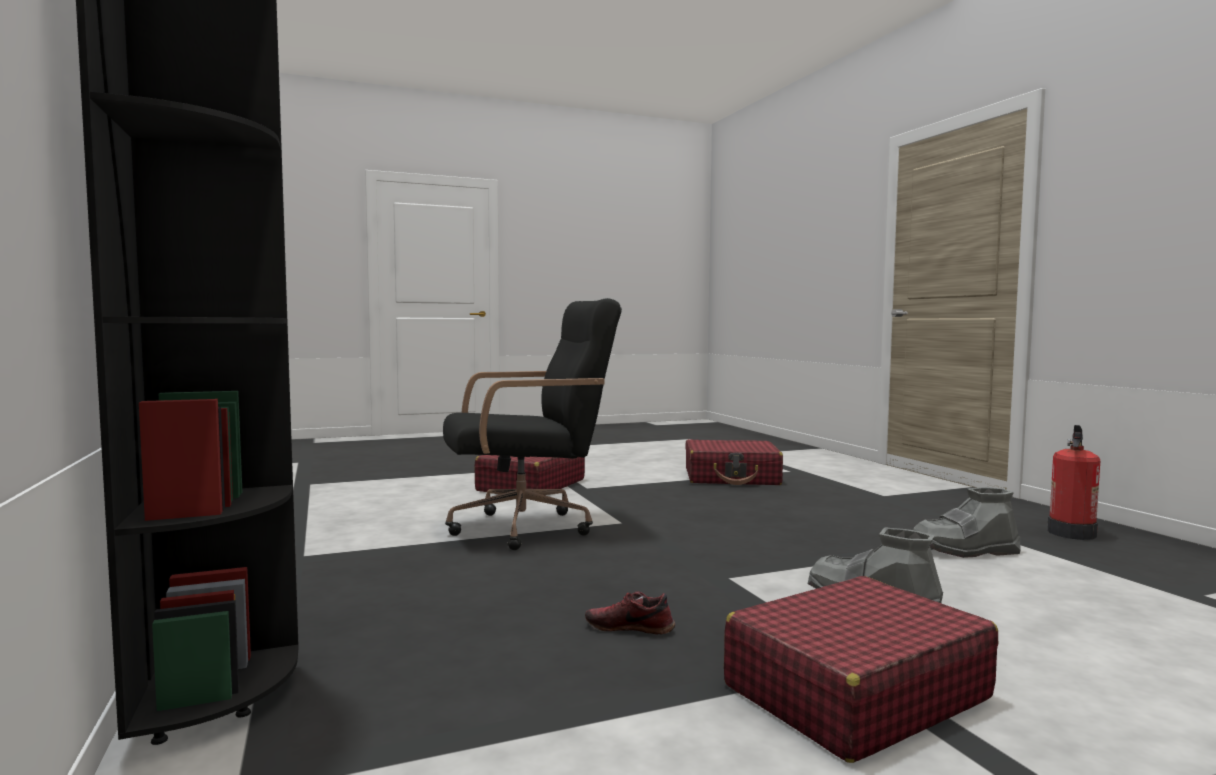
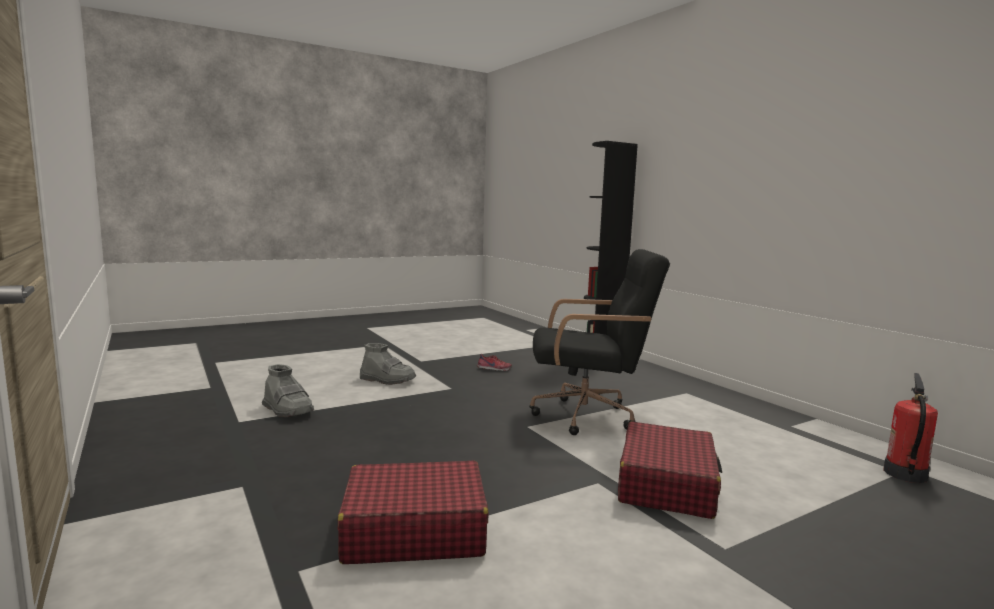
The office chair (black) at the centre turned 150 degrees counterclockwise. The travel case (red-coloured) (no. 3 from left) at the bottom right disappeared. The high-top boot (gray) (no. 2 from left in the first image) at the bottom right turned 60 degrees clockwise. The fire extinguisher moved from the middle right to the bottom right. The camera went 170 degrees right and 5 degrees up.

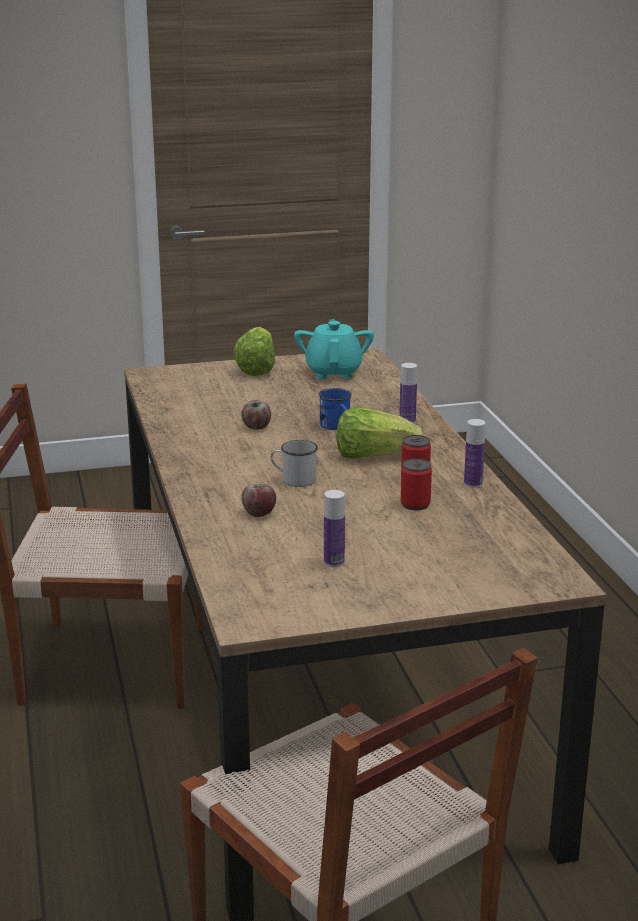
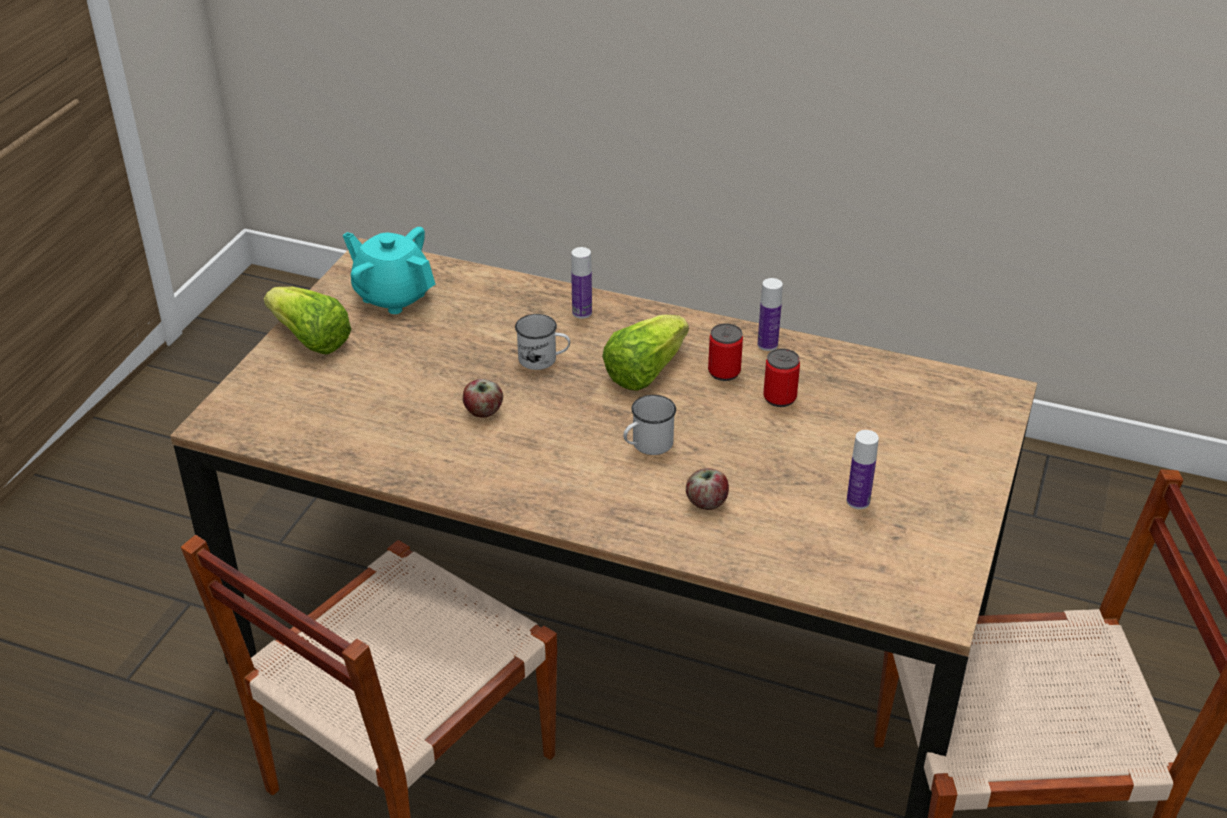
The coffee mug (blue-coloured) at the centre became the coffee mug (whitish) (no. 1 from left) at the centre. The camera went 55 degrees left and 15 degrees up.

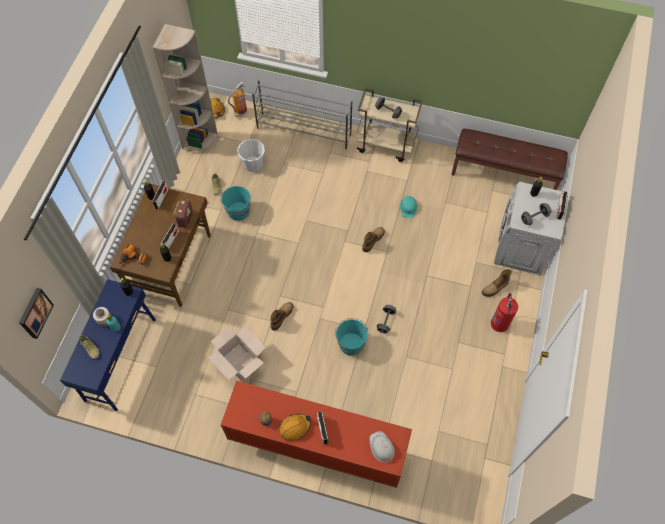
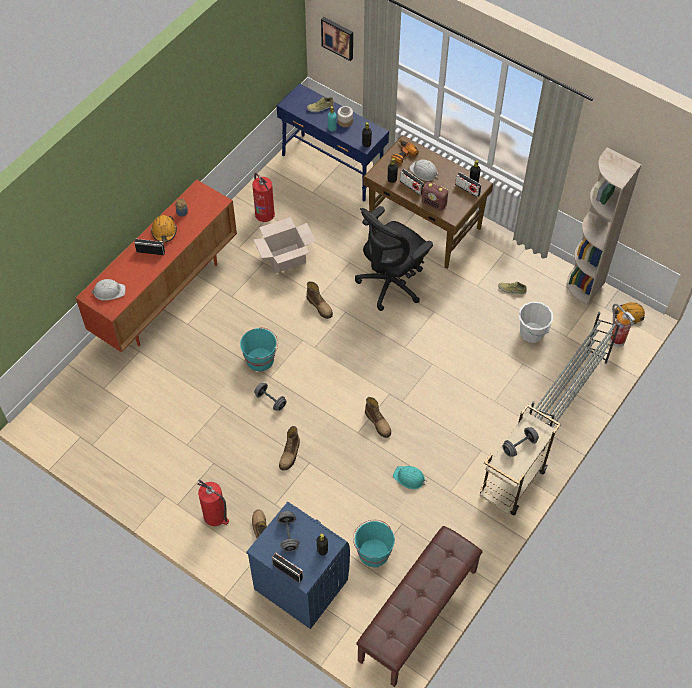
The bucket (blue-green) (no. 1 from left in the first image) moved from the centre to the bottom centre. The washing machine (whitish) at the middle right became the washing machine (blue-coloured) at the bottom centre. The fire extinguisher (no. 2 from left) at the top centre appeared. The high-top boot (no. 2 from left) at the centre appeared. The office chair (black) at the centre appeared. The safety helmet (whitish) (no. 2 from left) at the top centre appeared. The camera went 110 degrees right and 5 degrees down.

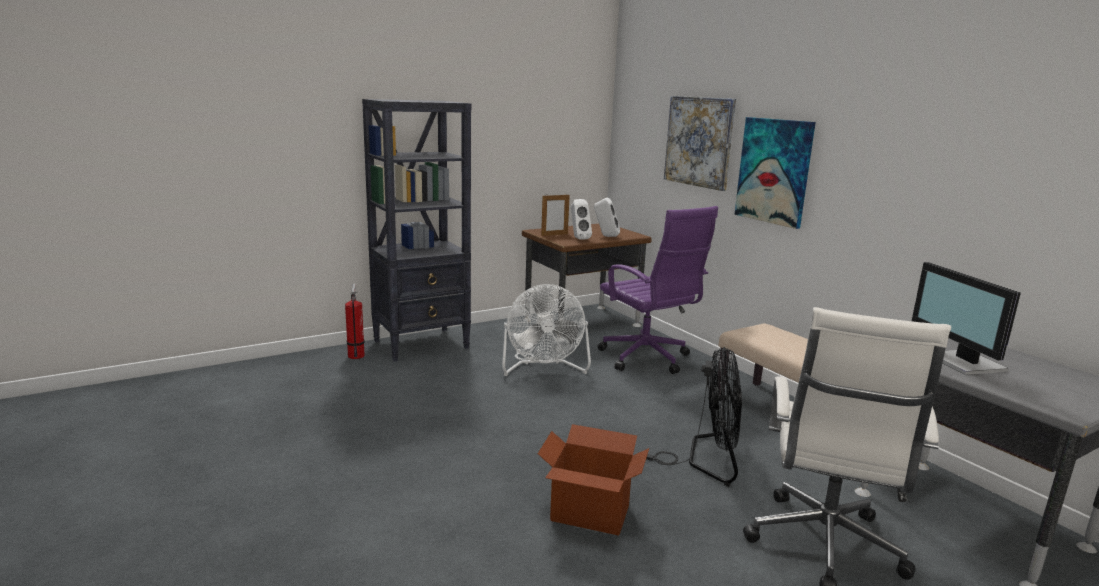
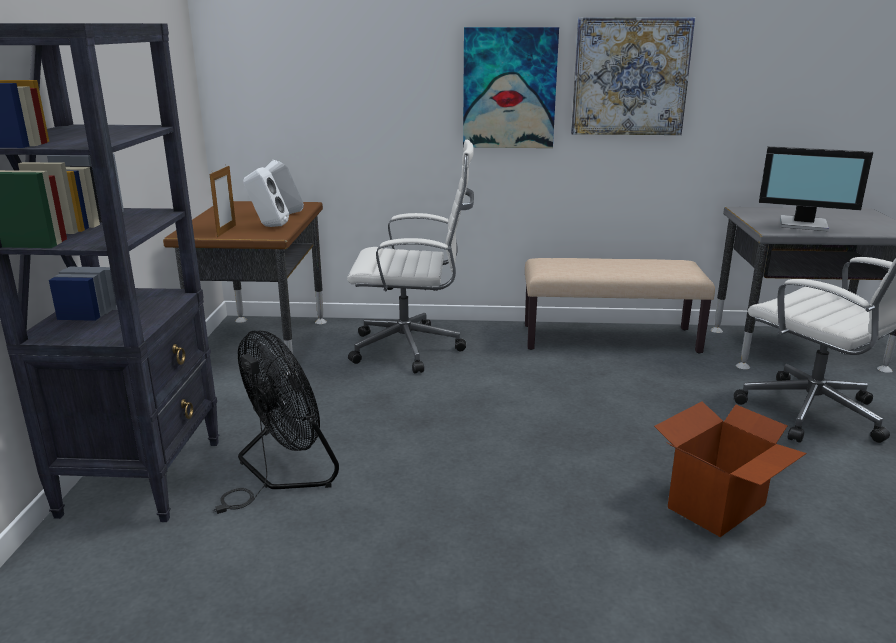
The fire extinguisher at the middle left disappeared. The cooling fan (whitish) at the centre disappeared. The office chair (purplish) at the centre became the office chair (whitish) (no. 1 from left) at the centre. The cooling fan (black) moved from the bottom centre to the middle left. The wall art (no. 1 from left in the first image) moved from the top centre to the top right. The camera went 55 degrees left and 5 degrees up.

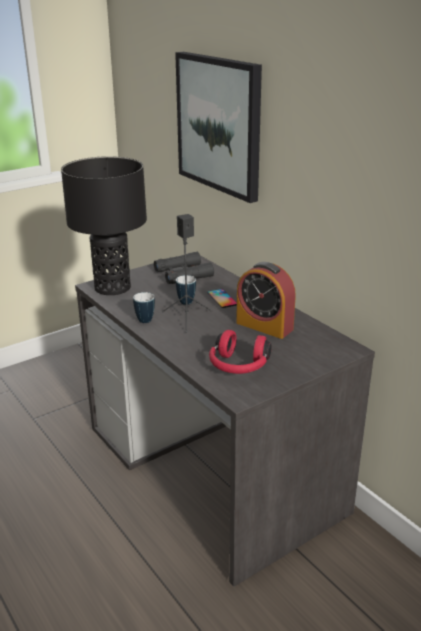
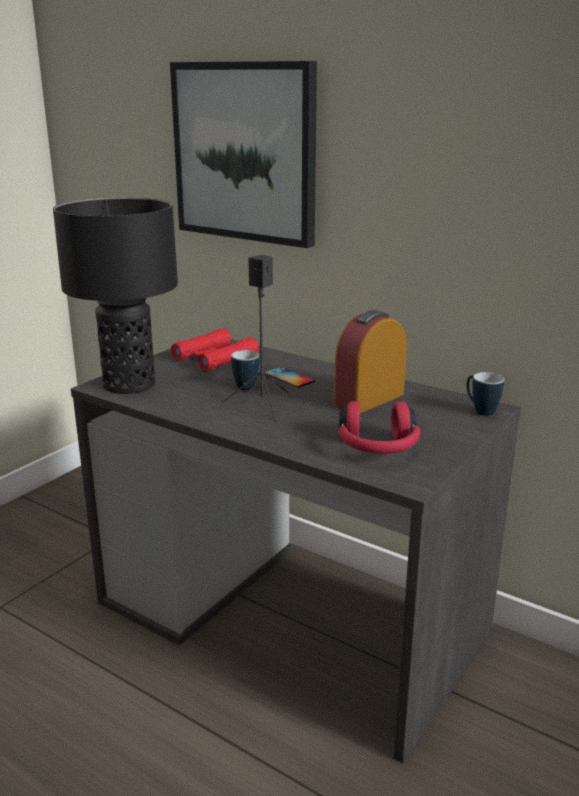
The coffee mug (no. 1 from left in the first image) moved from the centre to the middle right. The binoculars (black) at the centre became the binoculars (red-coloured) at the centre. The bedside clock at the centre turned 120 degrees clockwise. The camera went 20 degrees left and 5 degrees down.

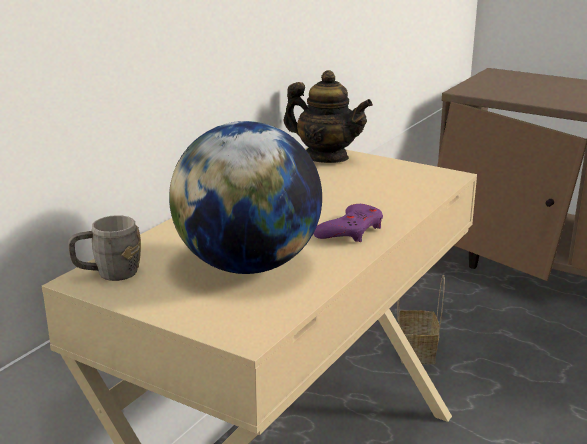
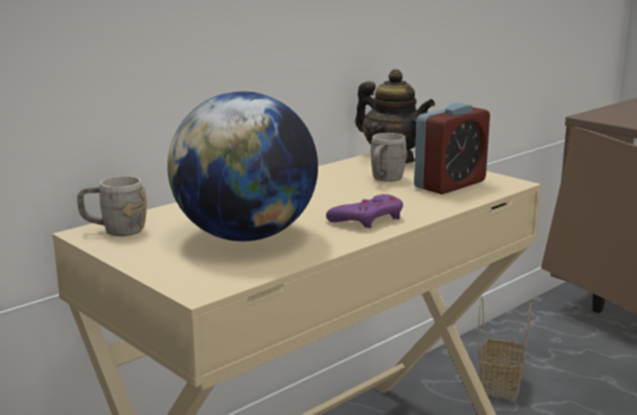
The coffee mug (gray) (no. 2 from left) at the centre appeared. The bedside clock at the middle right appeared. The camera went 15 degrees right and 5 degrees down.

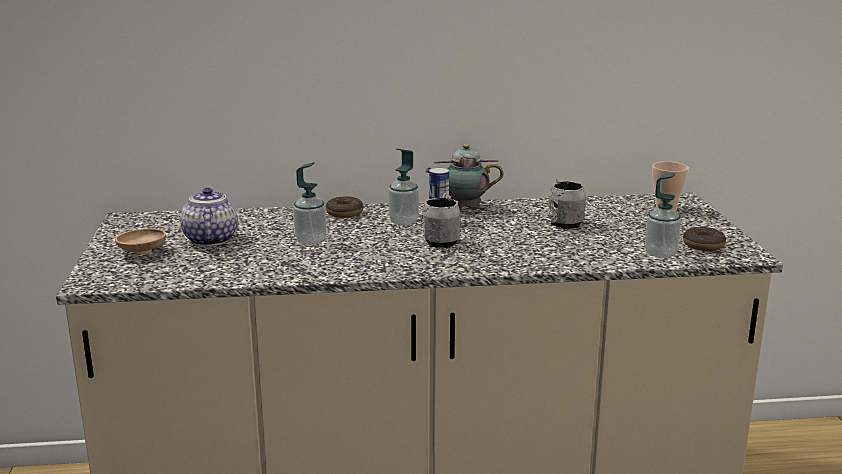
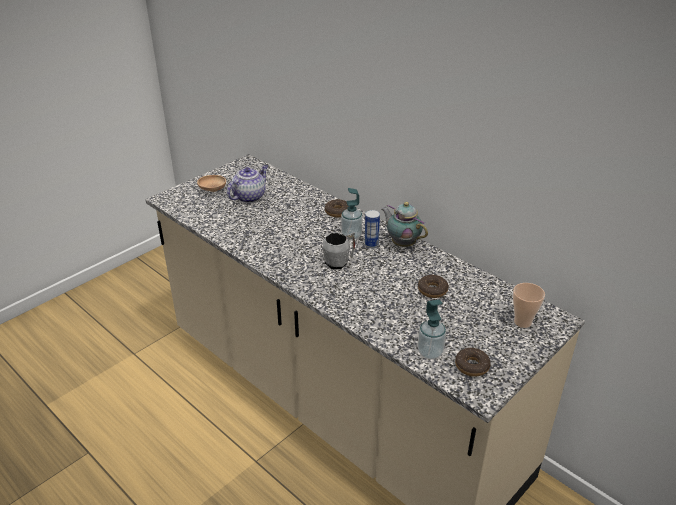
The soap bottle (no. 1 from left) at the centre disappeared. The coffee mug (gray) (no. 2 from left) at the middle right was replaced by the ring doughnut (no. 2 from left) at the centre. The camera went 50 degrees right and 15 degrees up.

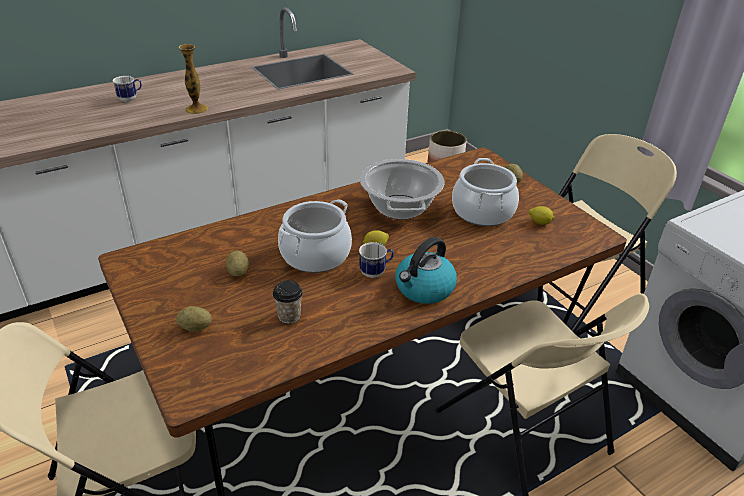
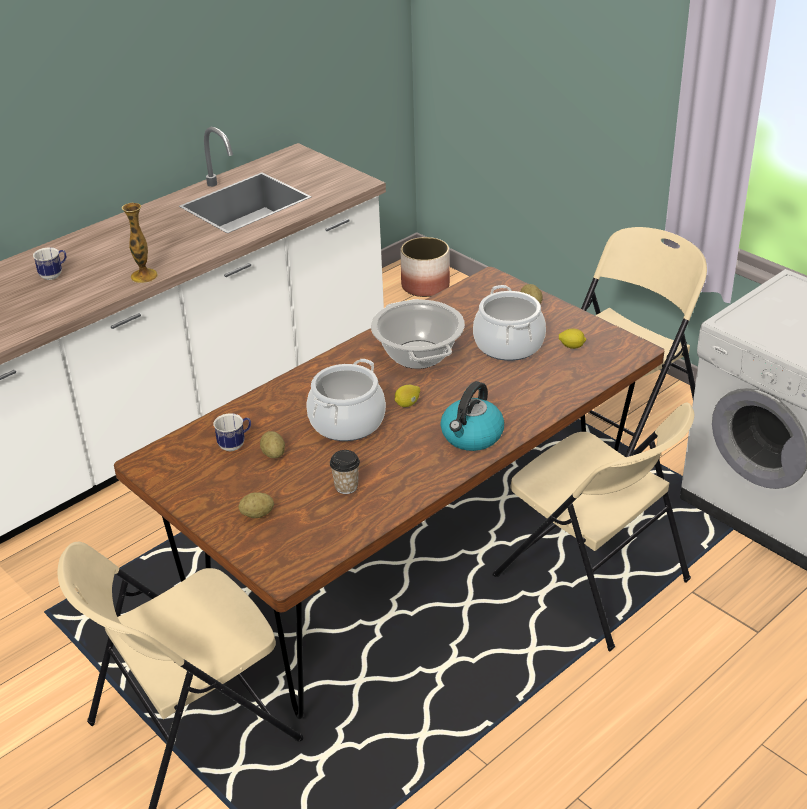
The coffee mug (no. 2 from left) moved from the centre to the middle left. The camera went 10 degrees left and 0 degrees up.

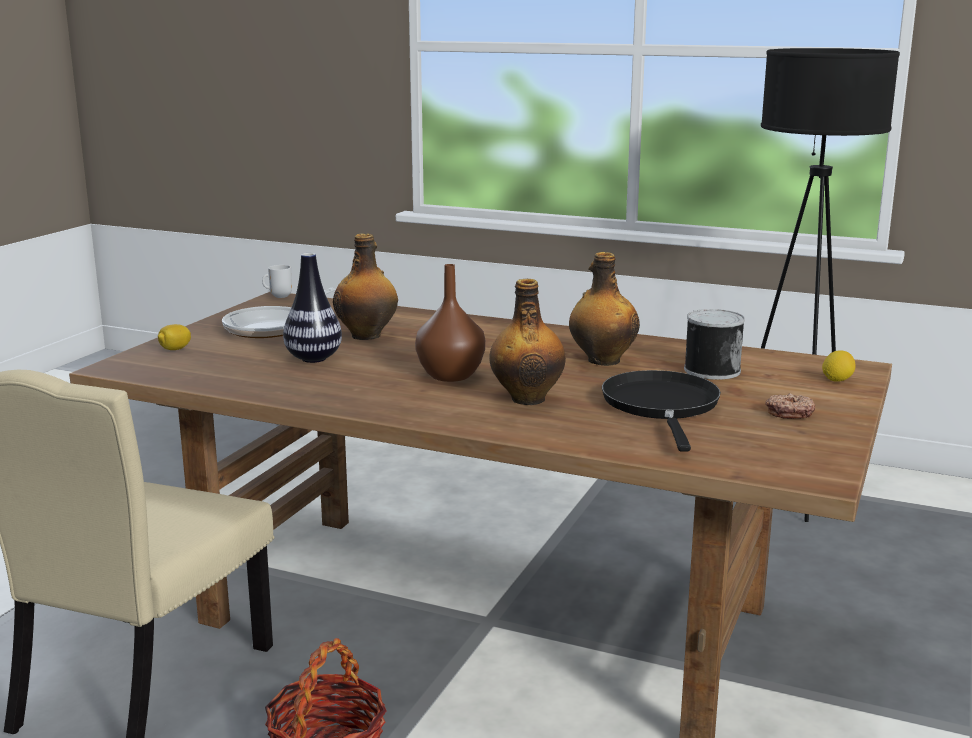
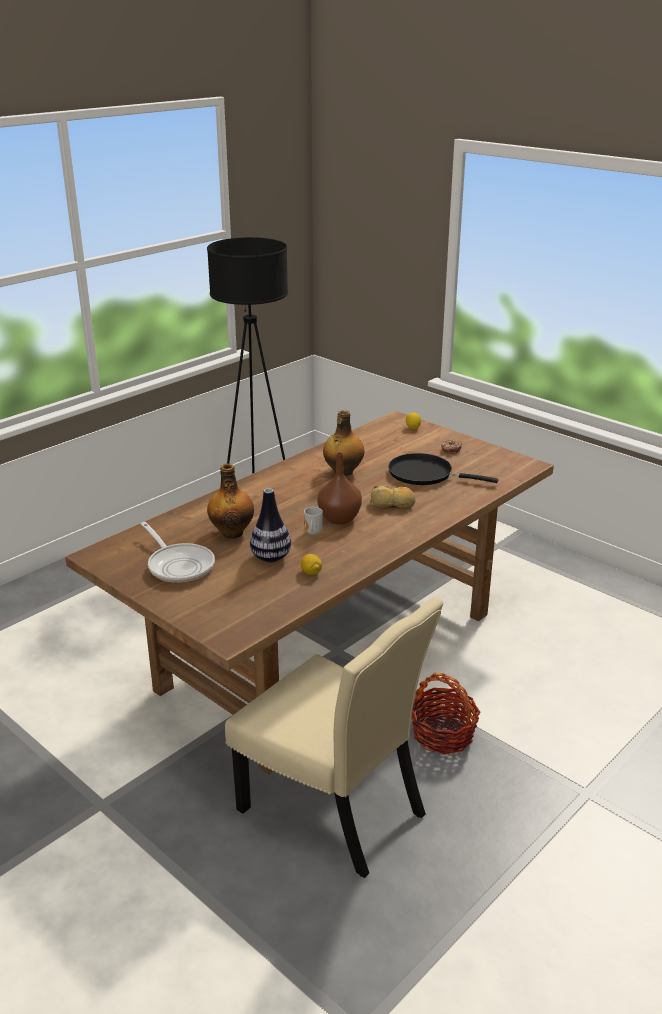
The citrus fruit (no. 1 from left) moved from the middle left to the centre. The coffee mug moved from the middle left to the centre. The drink bottle (no. 2 from left) at the centre was replaced by the bakery bread at the centre. The metal can at the middle right disappeared. The camera went 70 degrees left and 10 degrees up.

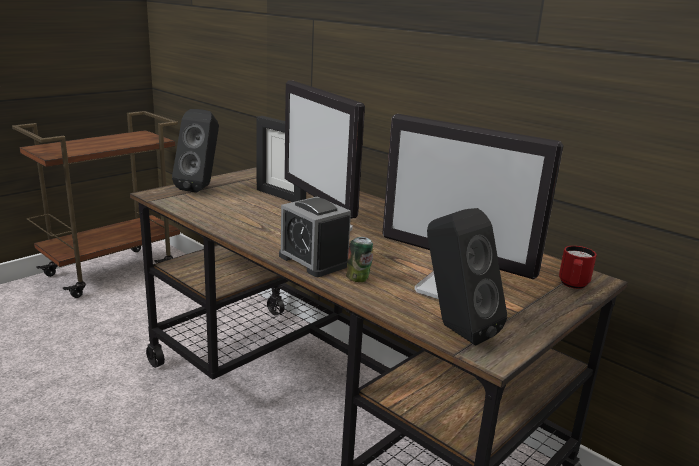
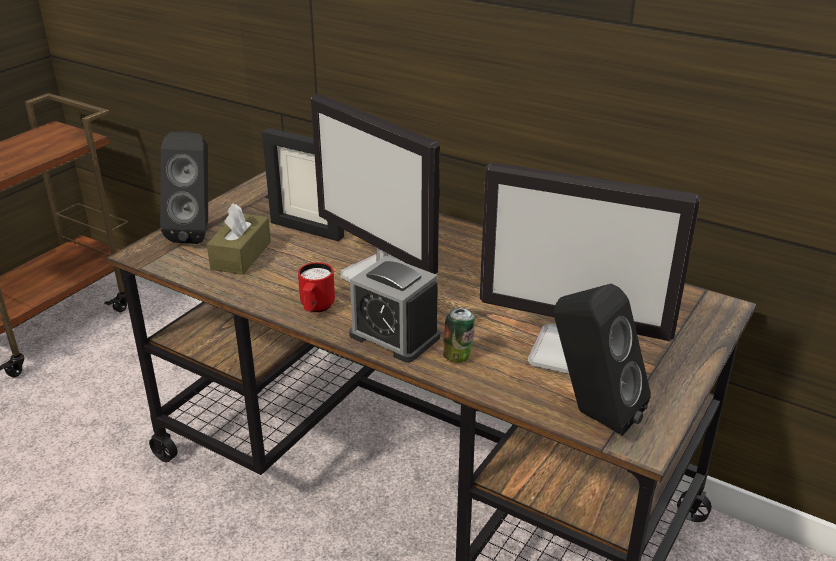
The coffee mug (red-coloured) moved from the middle right to the centre. The box of tissues (brown) at the middle left appeared. The camera went 10 degrees left and 10 degrees up.

